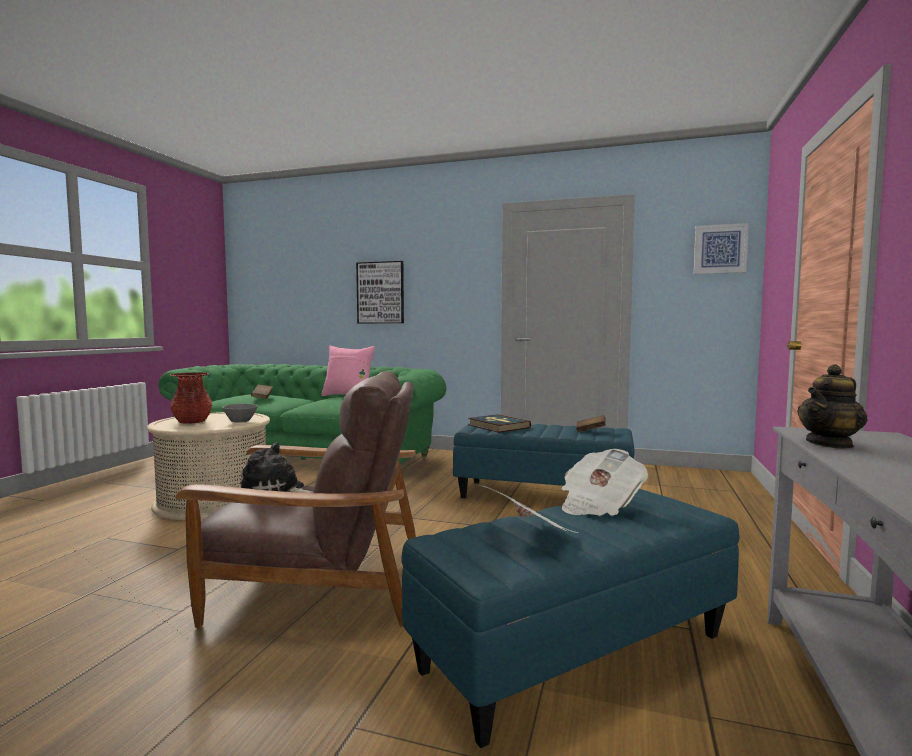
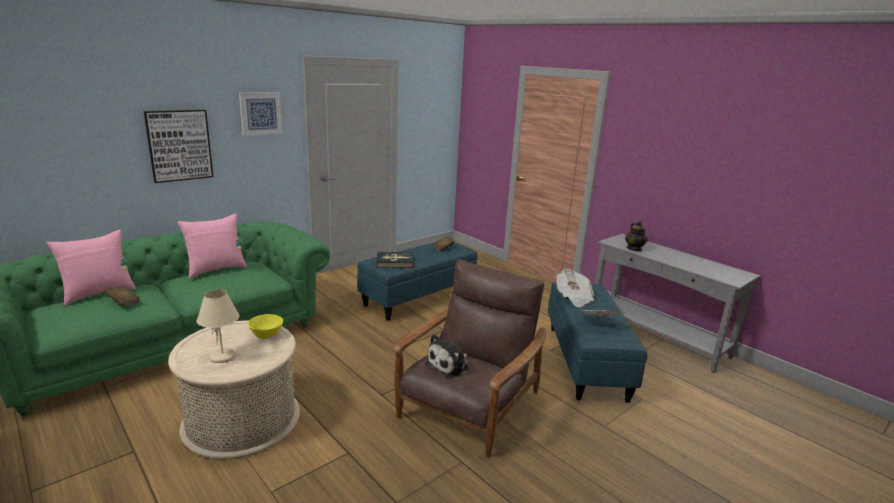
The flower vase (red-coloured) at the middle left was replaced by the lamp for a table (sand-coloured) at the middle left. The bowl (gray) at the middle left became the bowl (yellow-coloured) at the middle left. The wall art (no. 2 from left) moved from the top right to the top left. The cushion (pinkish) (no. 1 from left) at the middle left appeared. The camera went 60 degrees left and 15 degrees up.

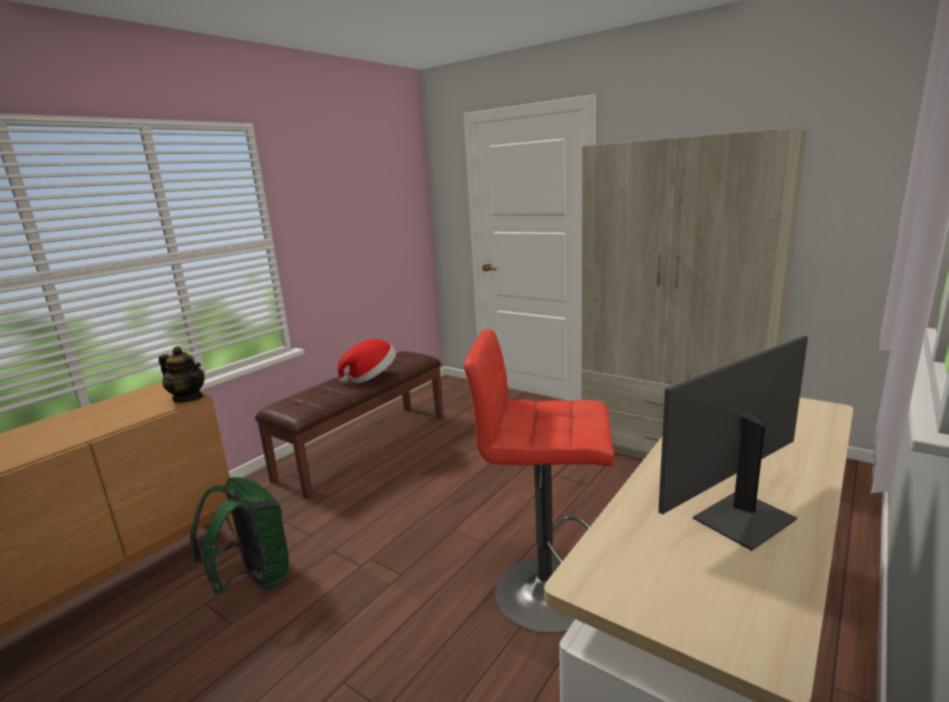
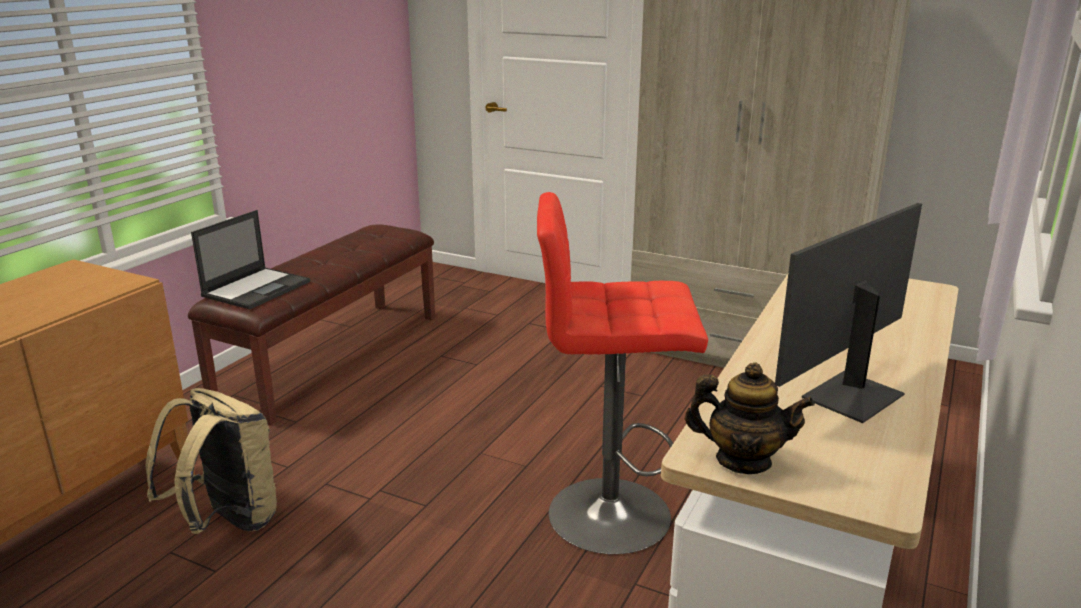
The tea pot moved from the middle left to the bottom right. The backpack (green) at the bottom left became the backpack (sand-coloured) at the bottom left. The clothing hat at the centre disappeared. The notebook computer at the middle left appeared. The camera went 10 degrees left and 5 degrees up.

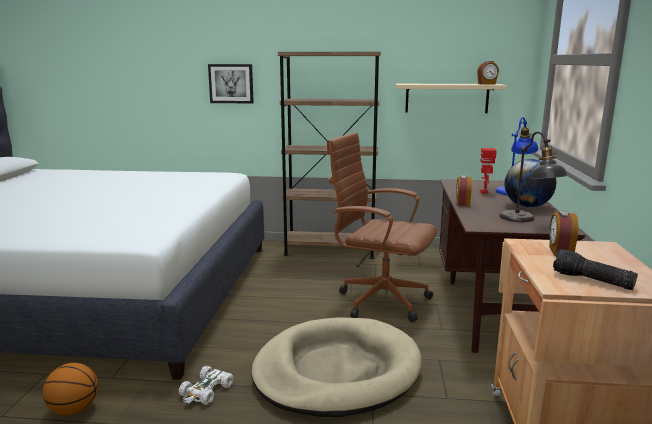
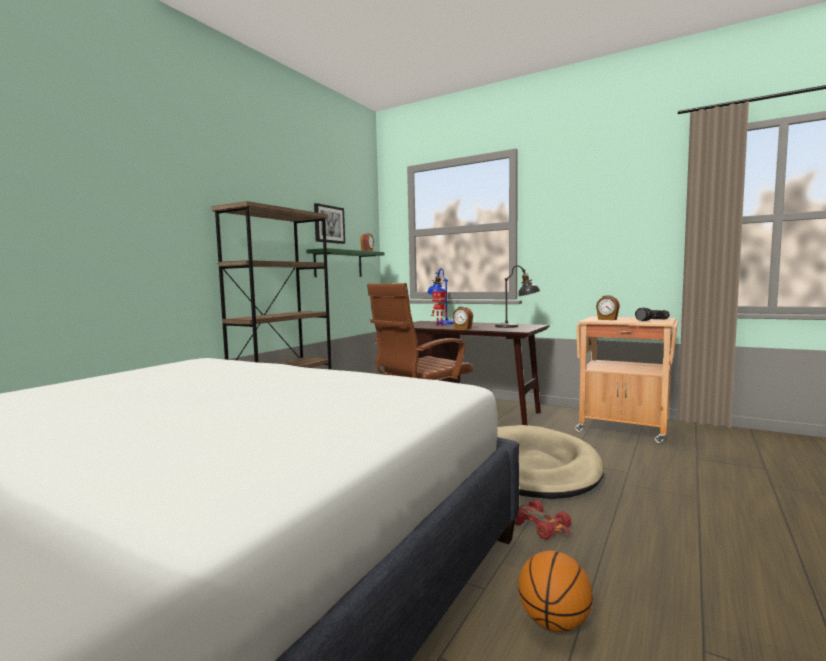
The miniature car (whitish) at the bottom left became the miniature car (red-coloured) at the bottom centre. The wall art moved from the top centre to the centre. The wall shelf (sand-coloured) at the top right became the wall shelf (green) at the centre. The desk globe at the middle right disappeared. The camera went 65 degrees left and 10 degrees down.

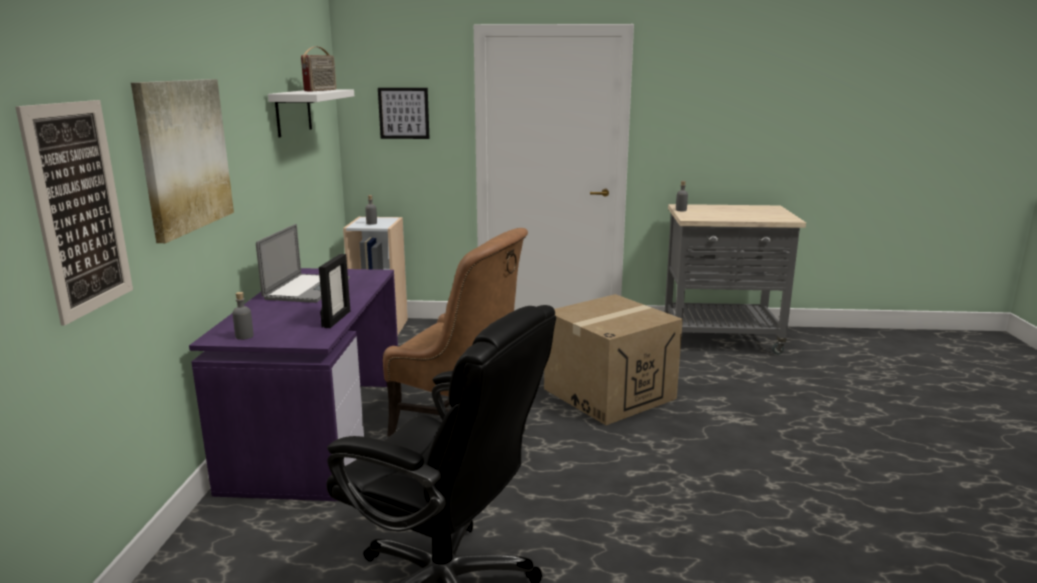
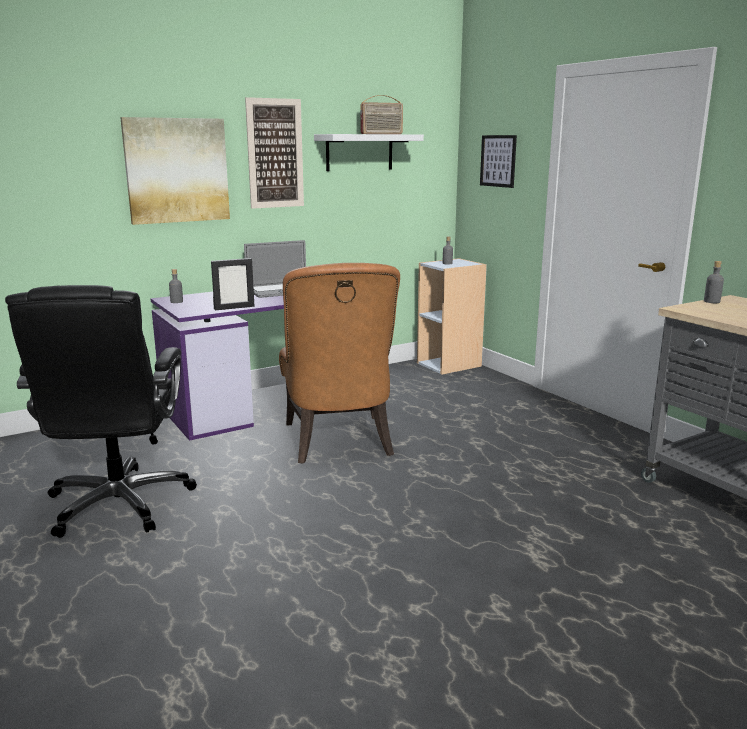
The wall art (no. 1 from left in the first image) moved from the middle left to the top centre. The packing box at the centre disappeared. The camera went 55 degrees right and 0 degrees up.

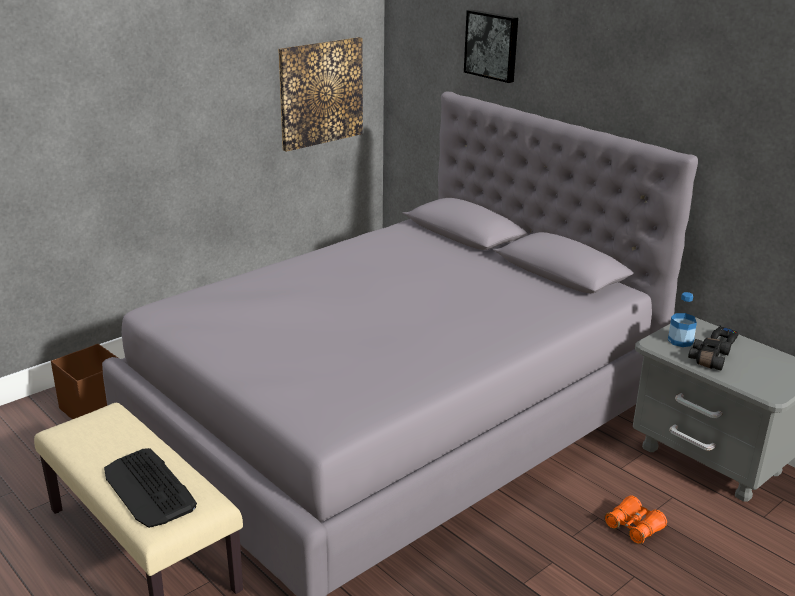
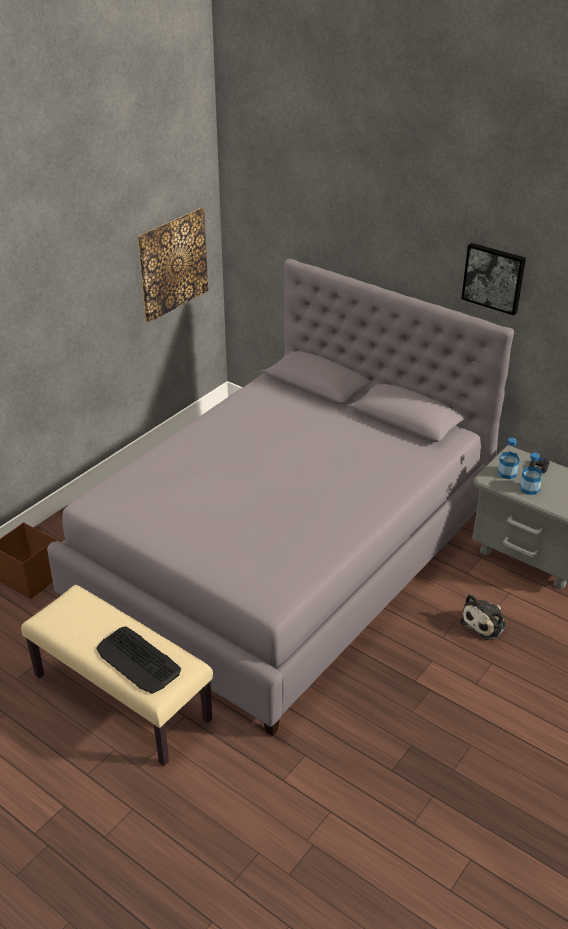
The wall art (no. 2 from left) moved from the top centre to the top right. The binoculars (orangey) at the bottom right was replaced by the cuddly toy at the middle right. The binoculars (black) at the middle right was replaced by the drink bottle (no. 2 from left) at the middle right. The camera went 10 degrees left and 10 degrees up.

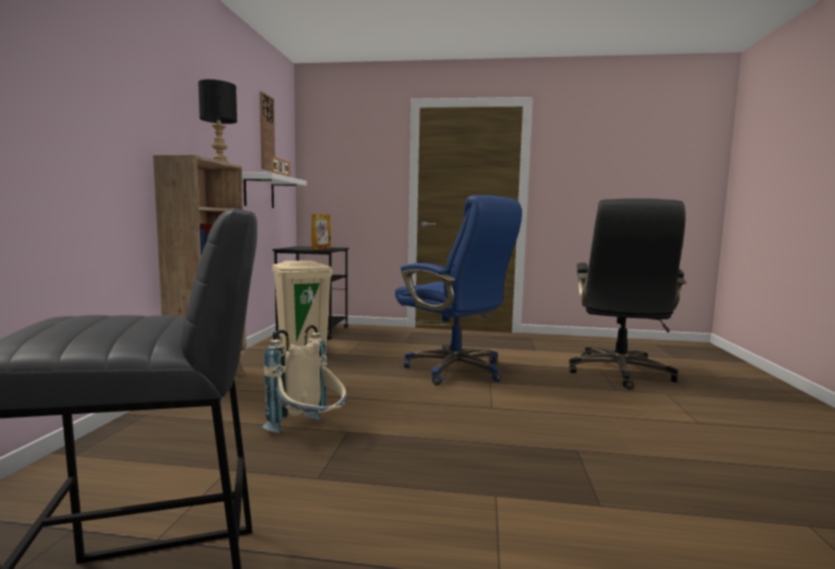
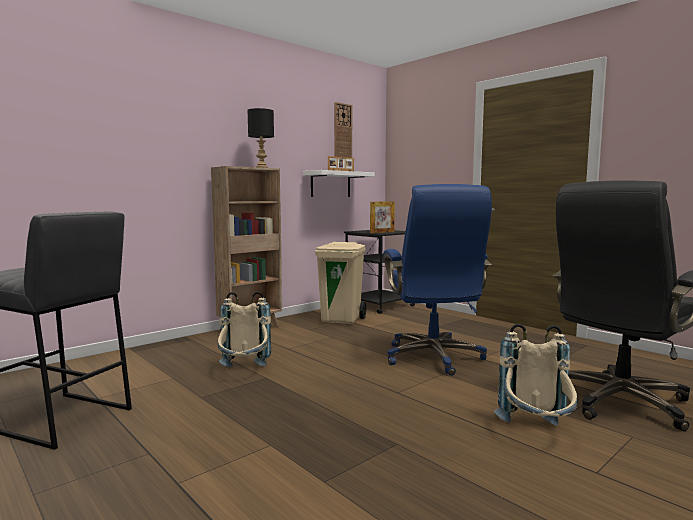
The backpack (sand-coloured) (no. 2 from left) at the bottom right appeared. The camera went 40 degrees right and 0 degrees up.

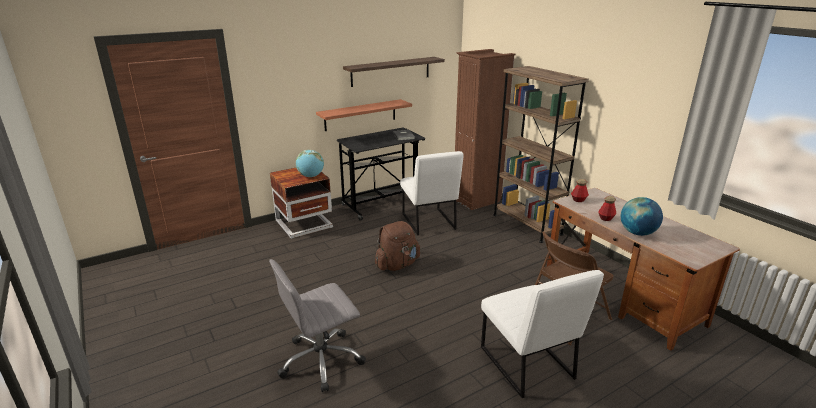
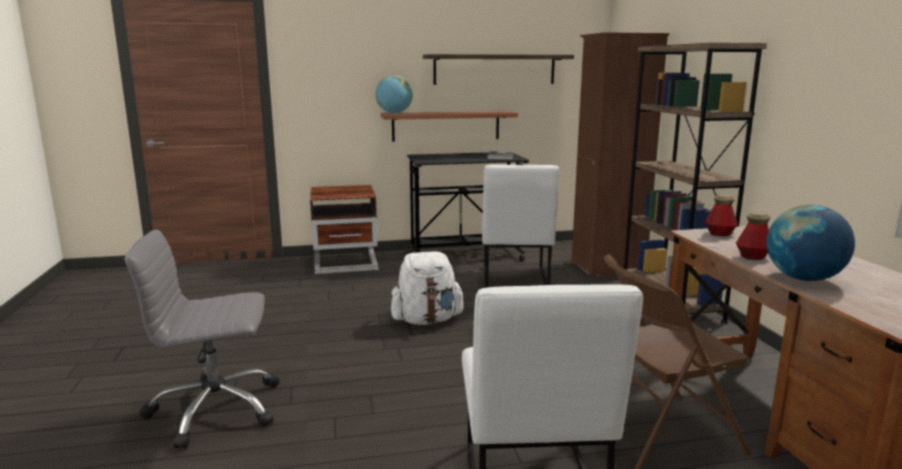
The desk globe (no. 1 from left) moved from the centre to the top centre. The backpack (brown) at the centre became the backpack (whitish) at the centre. The camera went 20 degrees right and 10 degrees down.

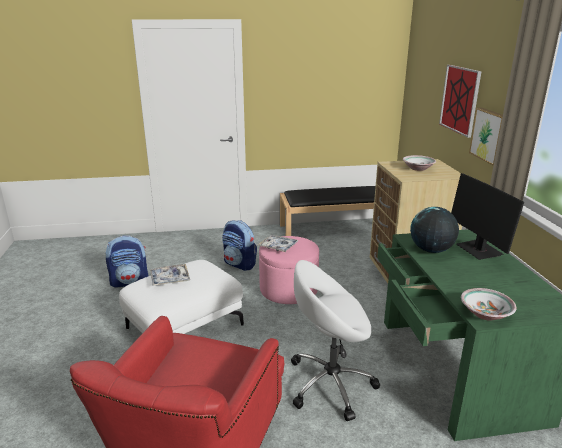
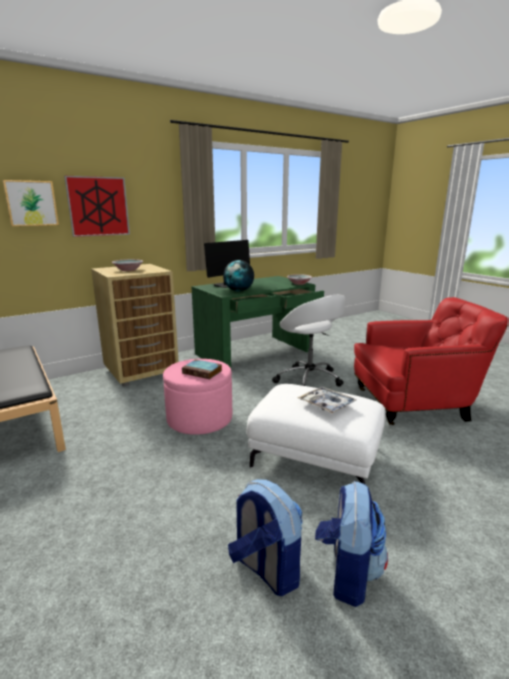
The backpack (no. 2 from left) moved from the centre to the bottom right. The serving tray (no. 2 from left) at the centre was replaced by the bound book at the centre. The wall art (no. 2 from left in the first image) moved from the top right to the top left. The camera went 115 degrees left and 5 degrees down.

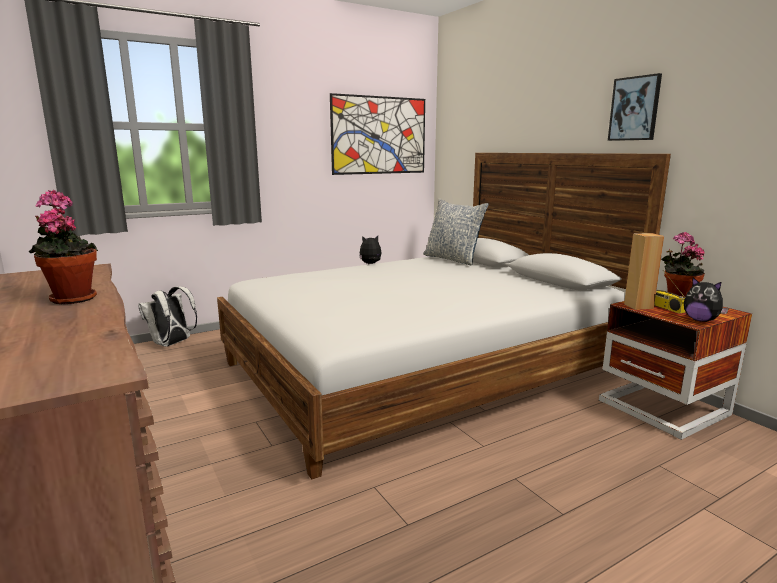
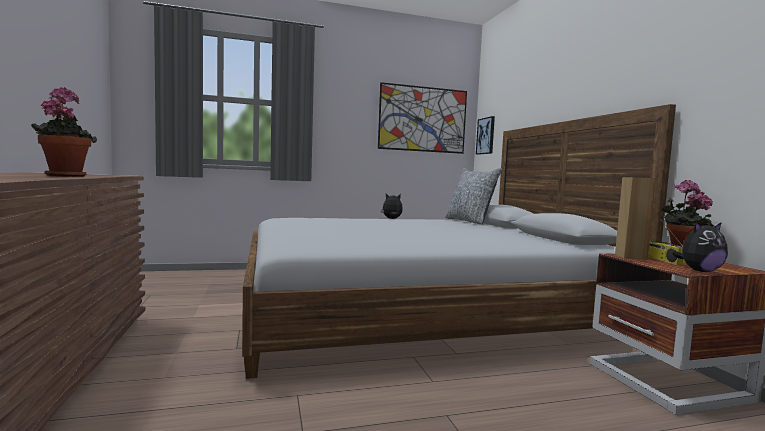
The backpack (whitish) at the middle left disappeared. The wall art (no. 2 from left) moved from the top right to the top centre. The cuddly toy (no. 2 from left) at the middle right turned 75 degrees counterclockwise. The camera went 15 degrees right and 10 degrees down.

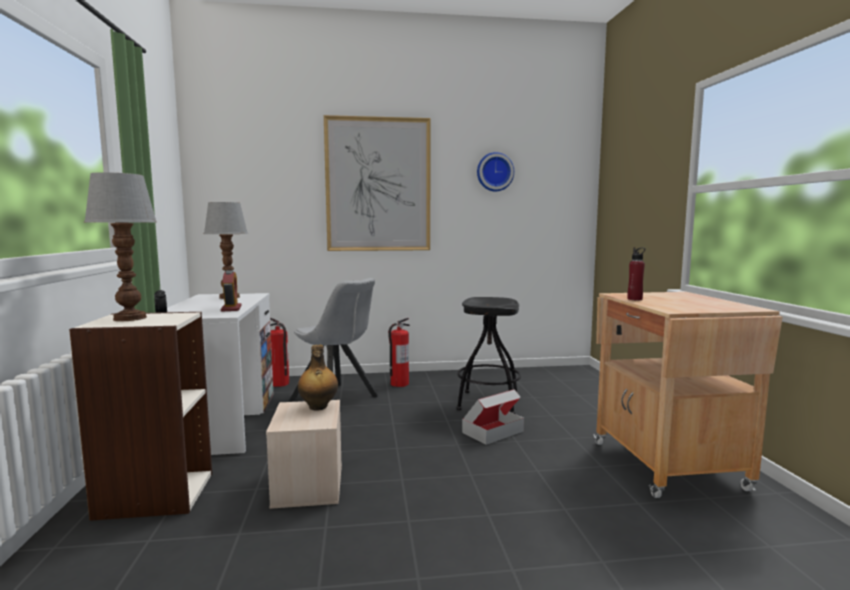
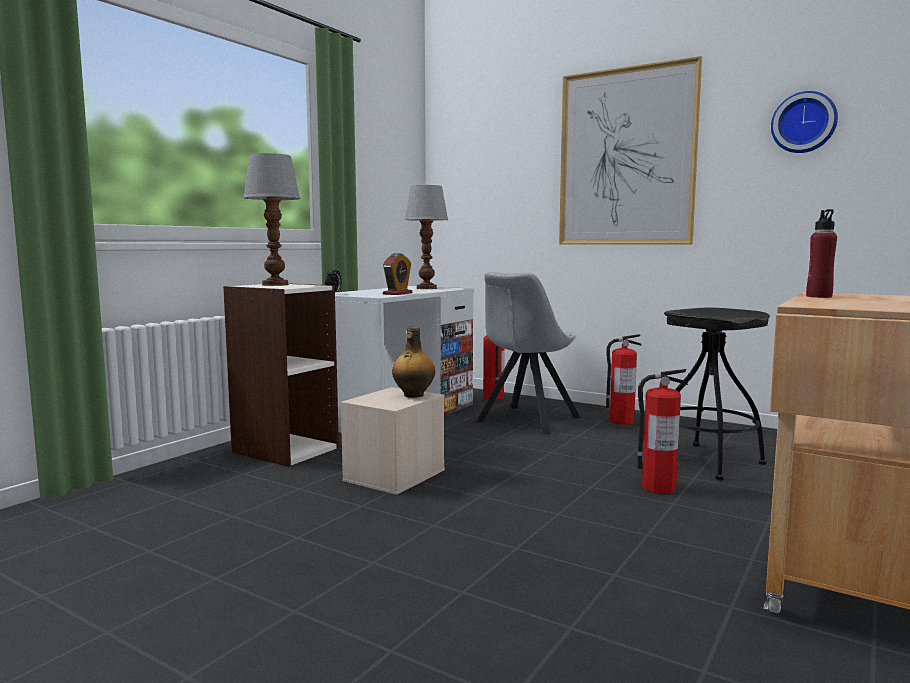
The chair (gray) at the centre turned 45 degrees clockwise. The packing box at the bottom centre was replaced by the fire extinguisher (no. 3 from left) at the middle right. The camera went 40 degrees right and 0 degrees up.

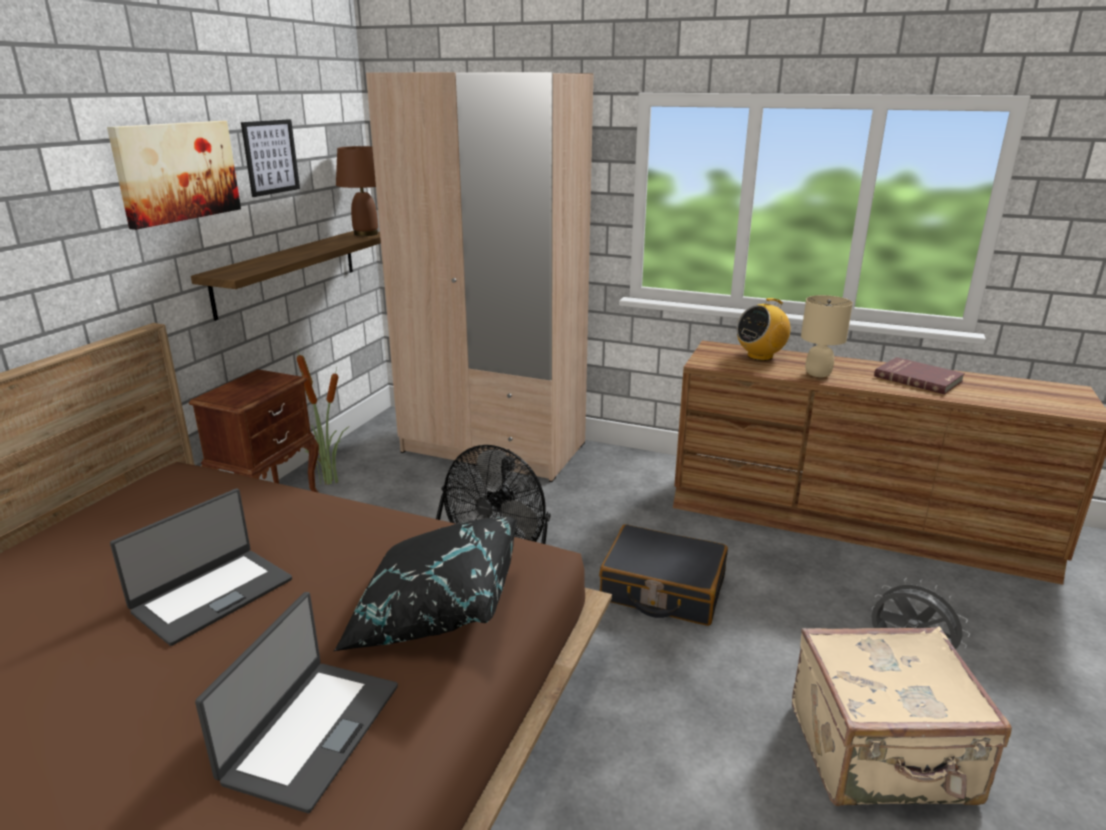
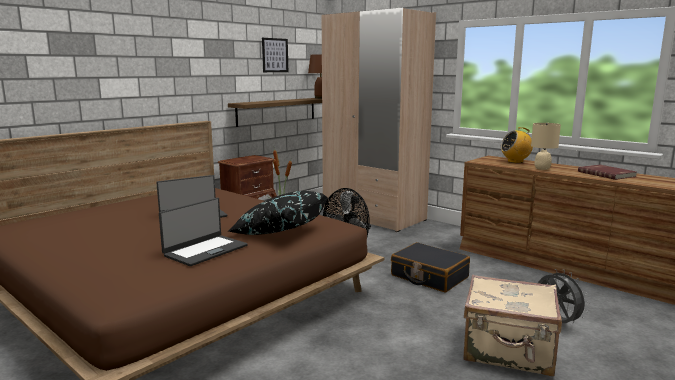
The wall art (no. 1 from left) at the top left disappeared. The camera went 20 degrees right and 10 degrees down.

